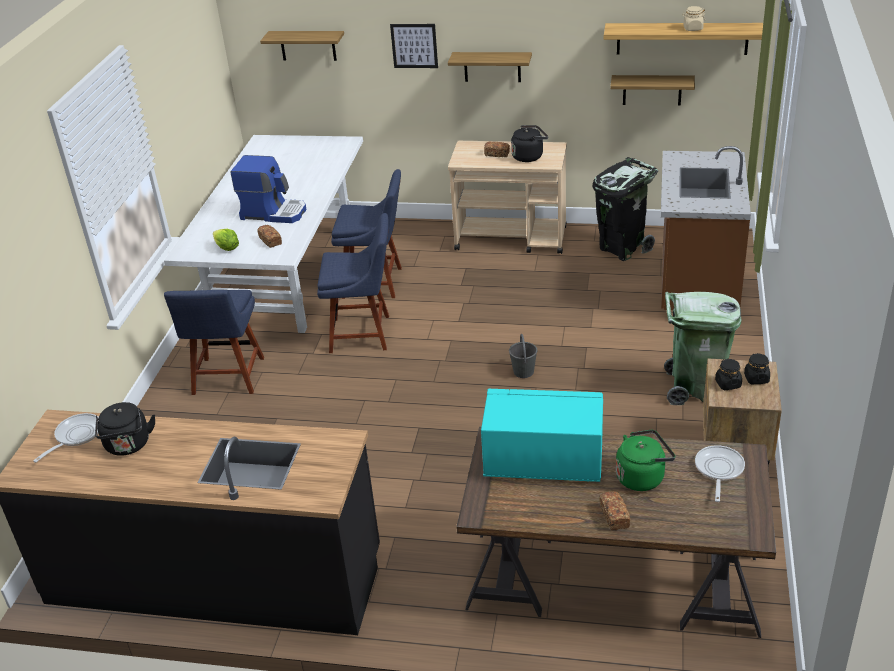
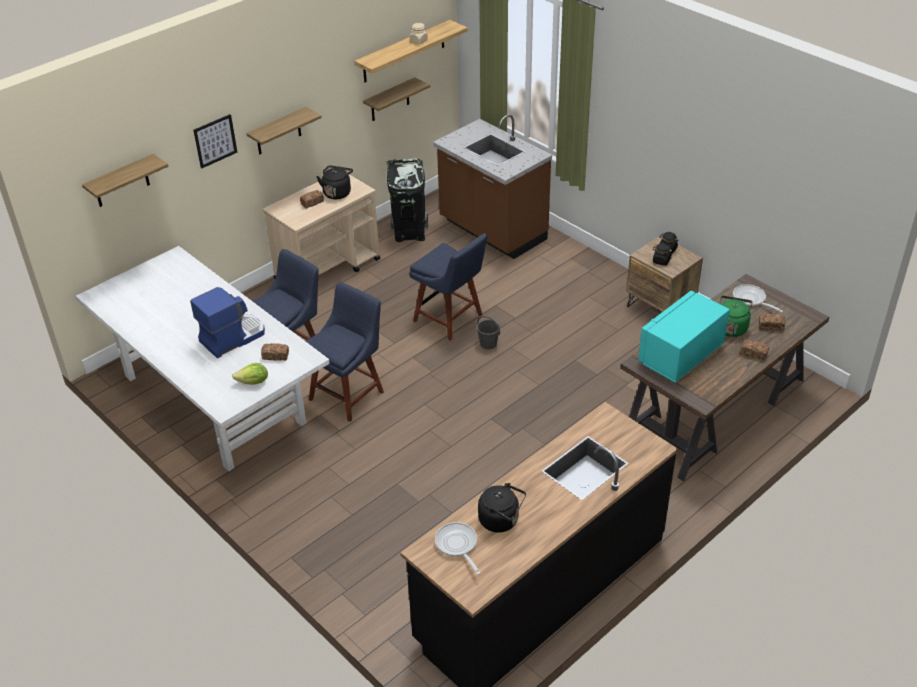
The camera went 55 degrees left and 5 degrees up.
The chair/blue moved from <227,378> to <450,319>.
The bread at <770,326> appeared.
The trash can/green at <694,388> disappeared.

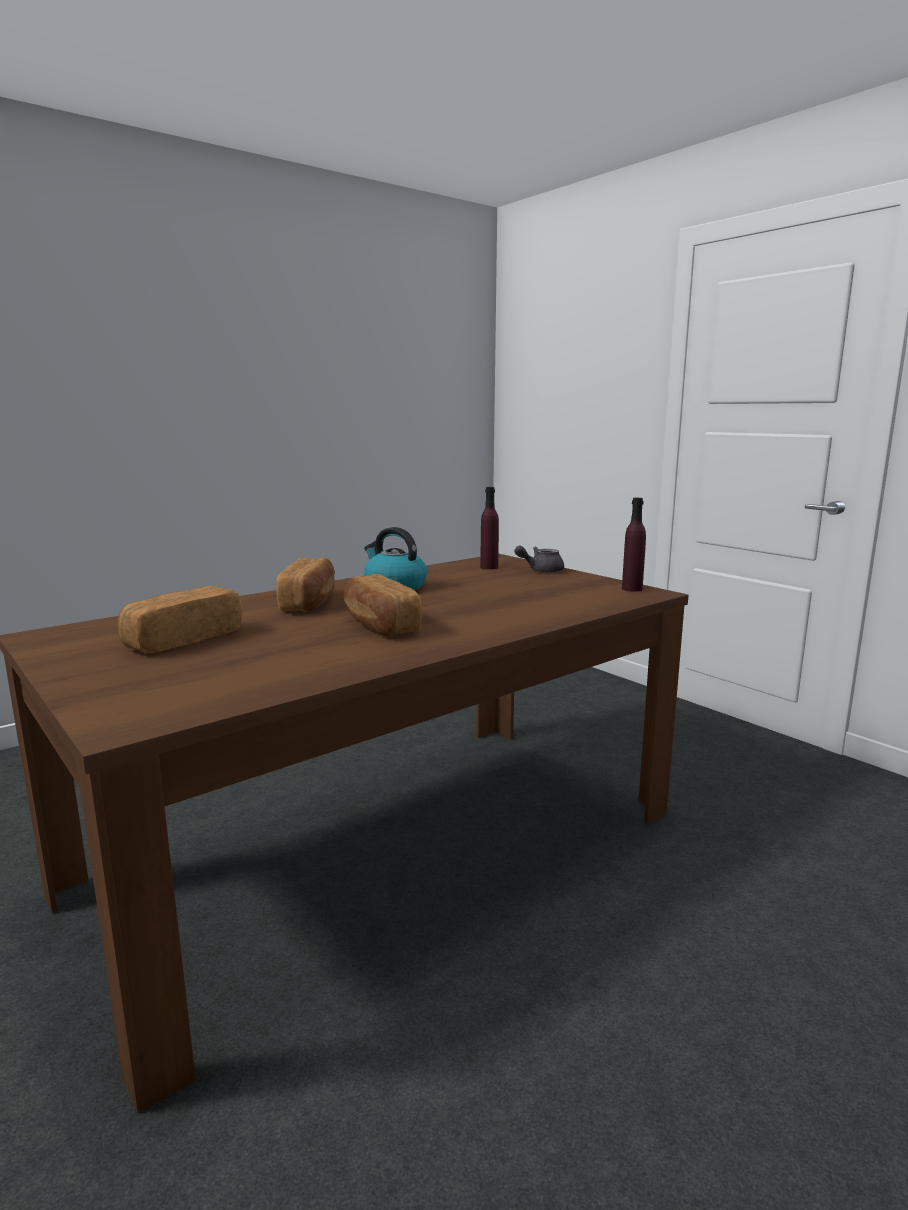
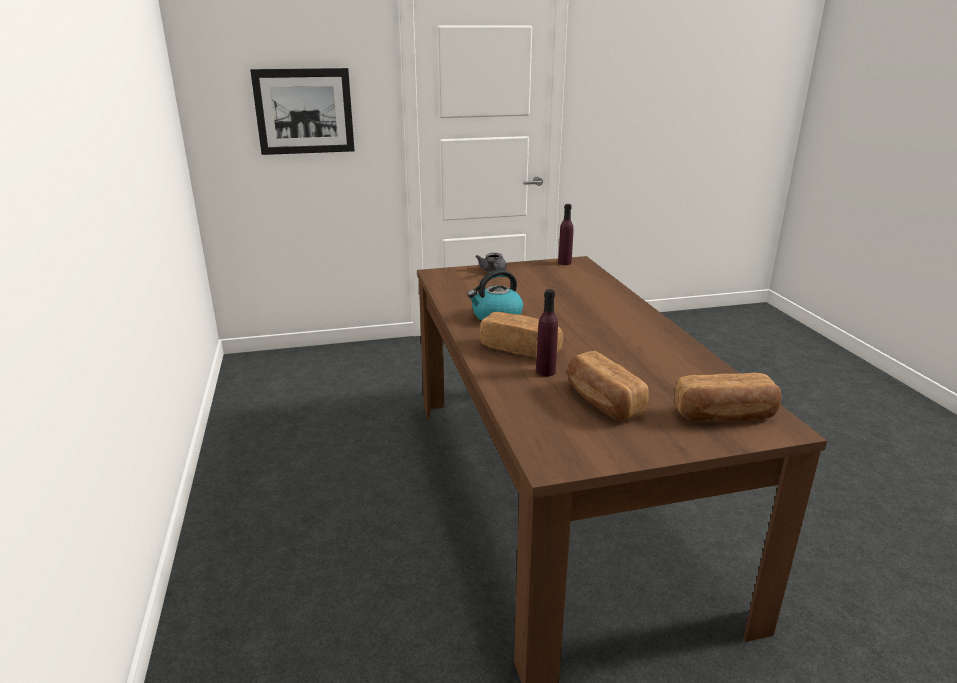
The camera went 65 degrees left and 10 degrees up.
The picture at <304,111> appeared.
The bottle/purple moved from <489,567> to <545,371>.
The bread moved from <379,625> to <725,415>.

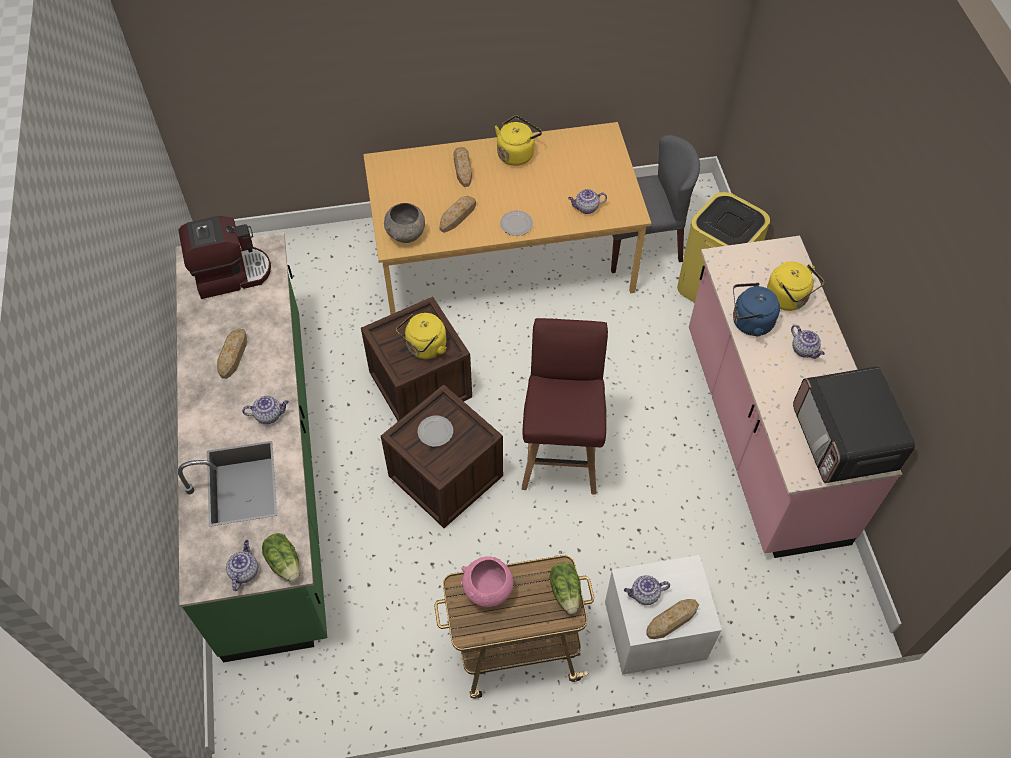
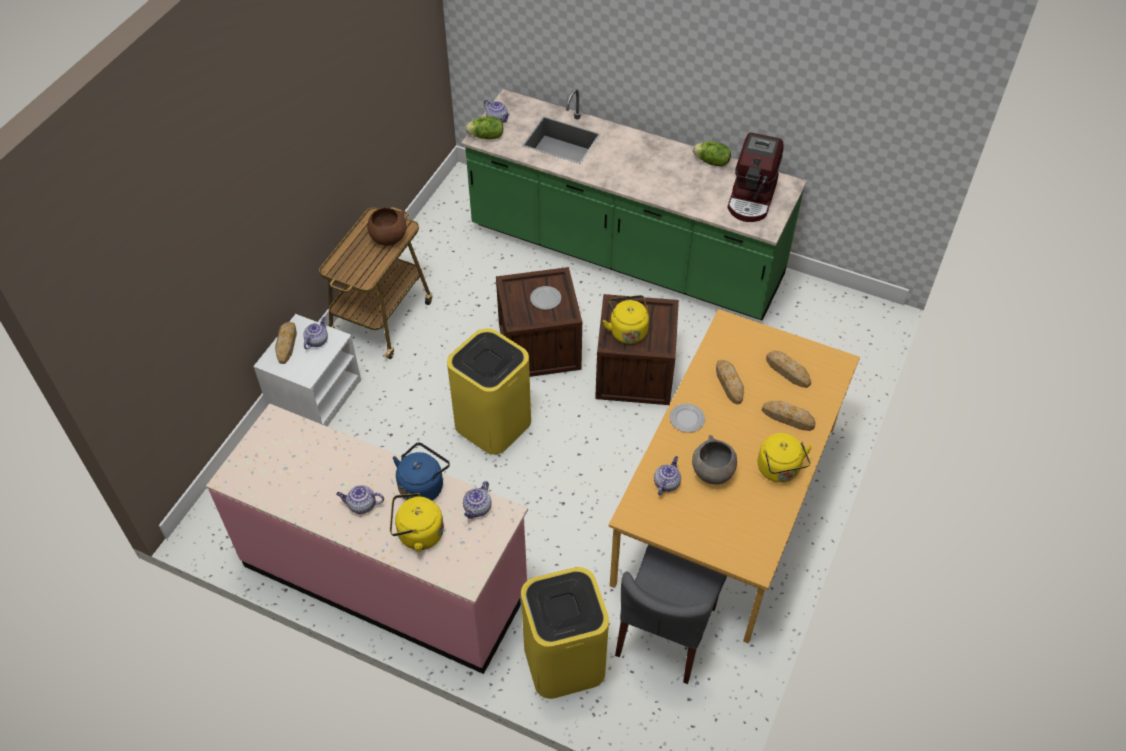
The camera went 125 degrees right and 5 degrees down.
The bowl/pink at <488,591> became the bowl/brown at <388,238>.
The stool/red at <560,456> was replaced by the trash can/yellow at <493,424>.
The teapot moved from <269,415> to <477,509>.
The bowl/grey moved from <406,235> to <712,473>.
The lettuce moved from <566,591> to <711,162>.
The bread moved from <233,355> to <787,371>.
The microwave at <843,440> disappeared.

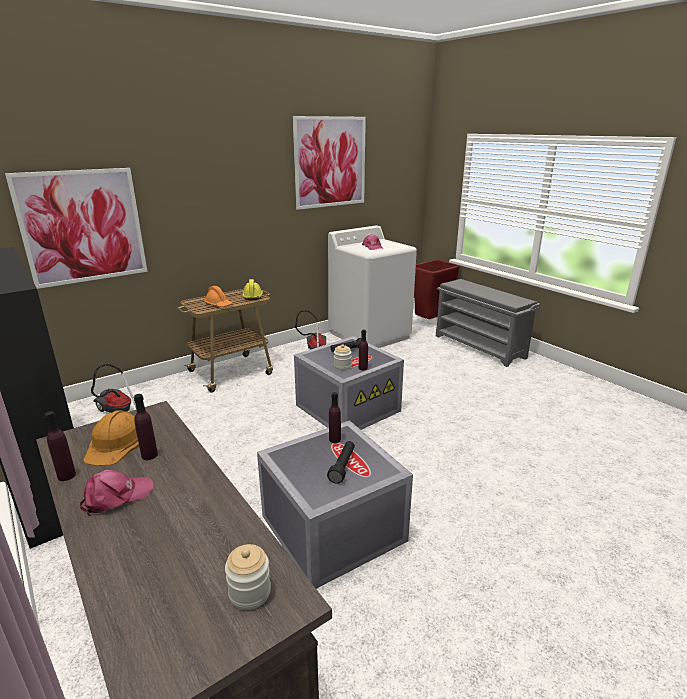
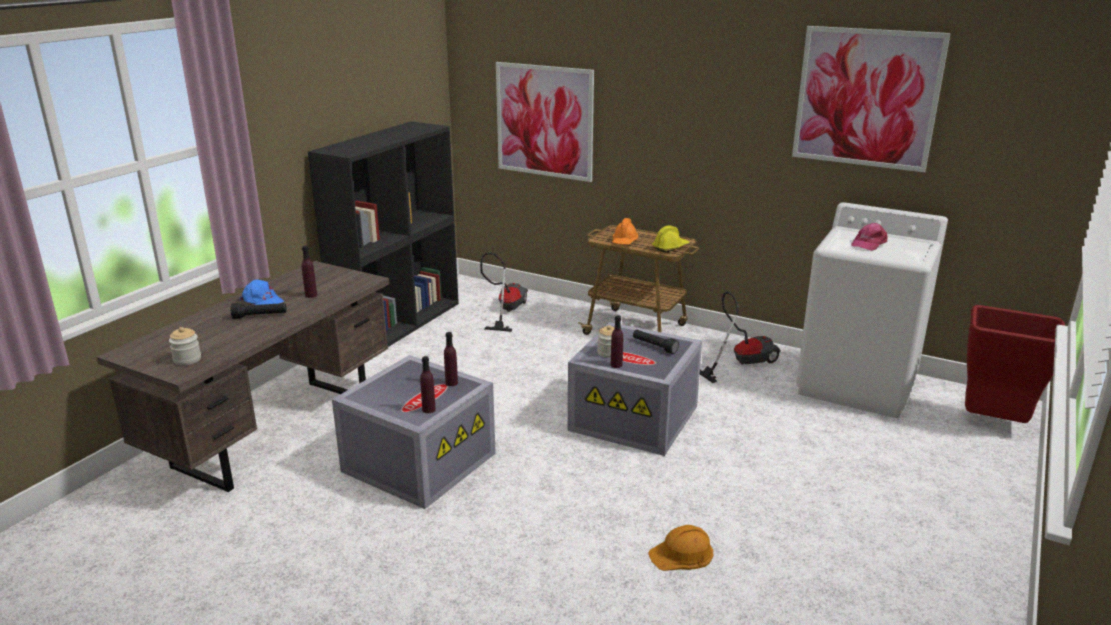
The camera went 65 degrees right and 0 degrees up.
The flashlight/black moved from <343,466> to <260,316>.
The cap/pink at <116,496> became the cap/blue at <262,301>.
The bottle/purple moved from <66,475> to <428,409>.
The hard hat/orange moved from <116,443> to <682,554>.
The shoe rack/grey at <480,347> disappeared.

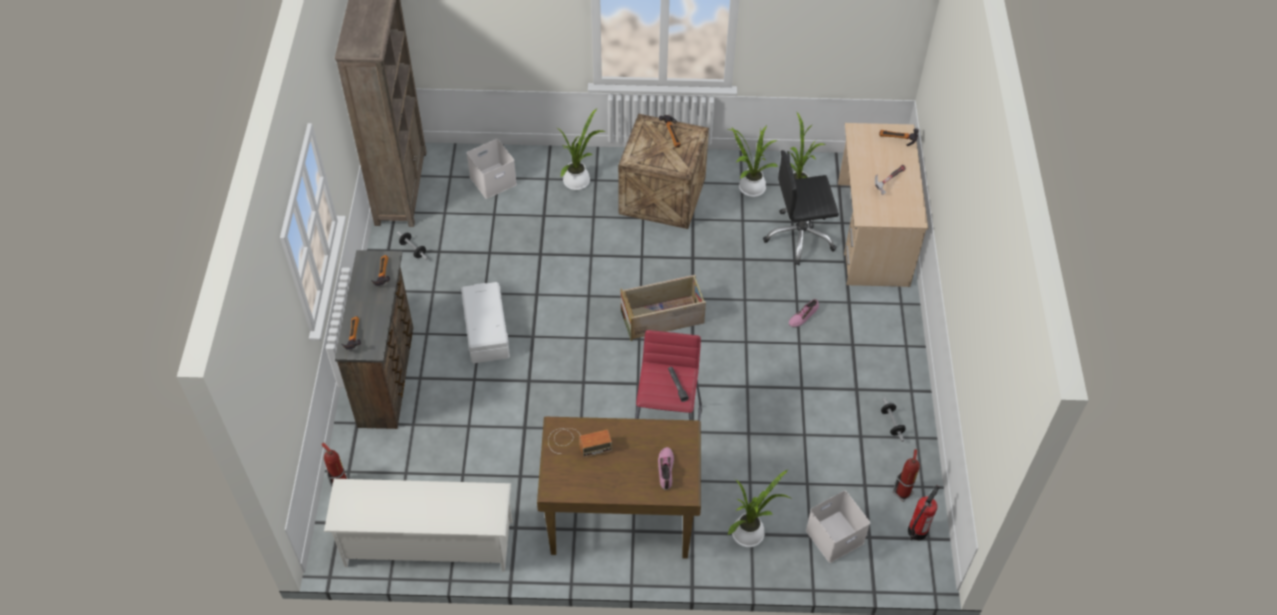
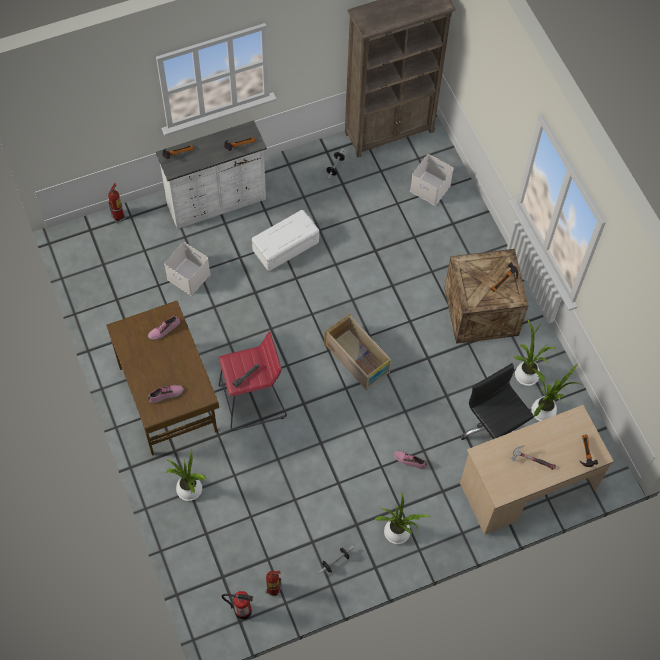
The camera went 65 degrees right and 10 degrees up.
The radio at <577,442> was replaced by the shoe at <164,329>.
The dresser/brown at <388,375> became the dresser/white at <217,203>.
The storage box/white moved from <834,538> to <187,276>.
The potted plant moved from <578,180> to <399,533>.
The shoe rack/white at <427,544> disappeared.

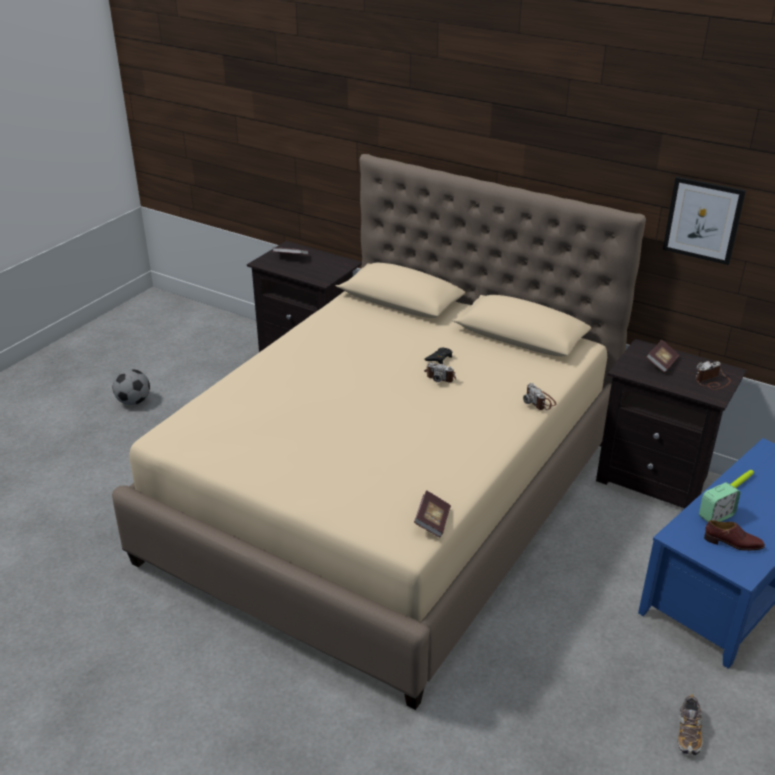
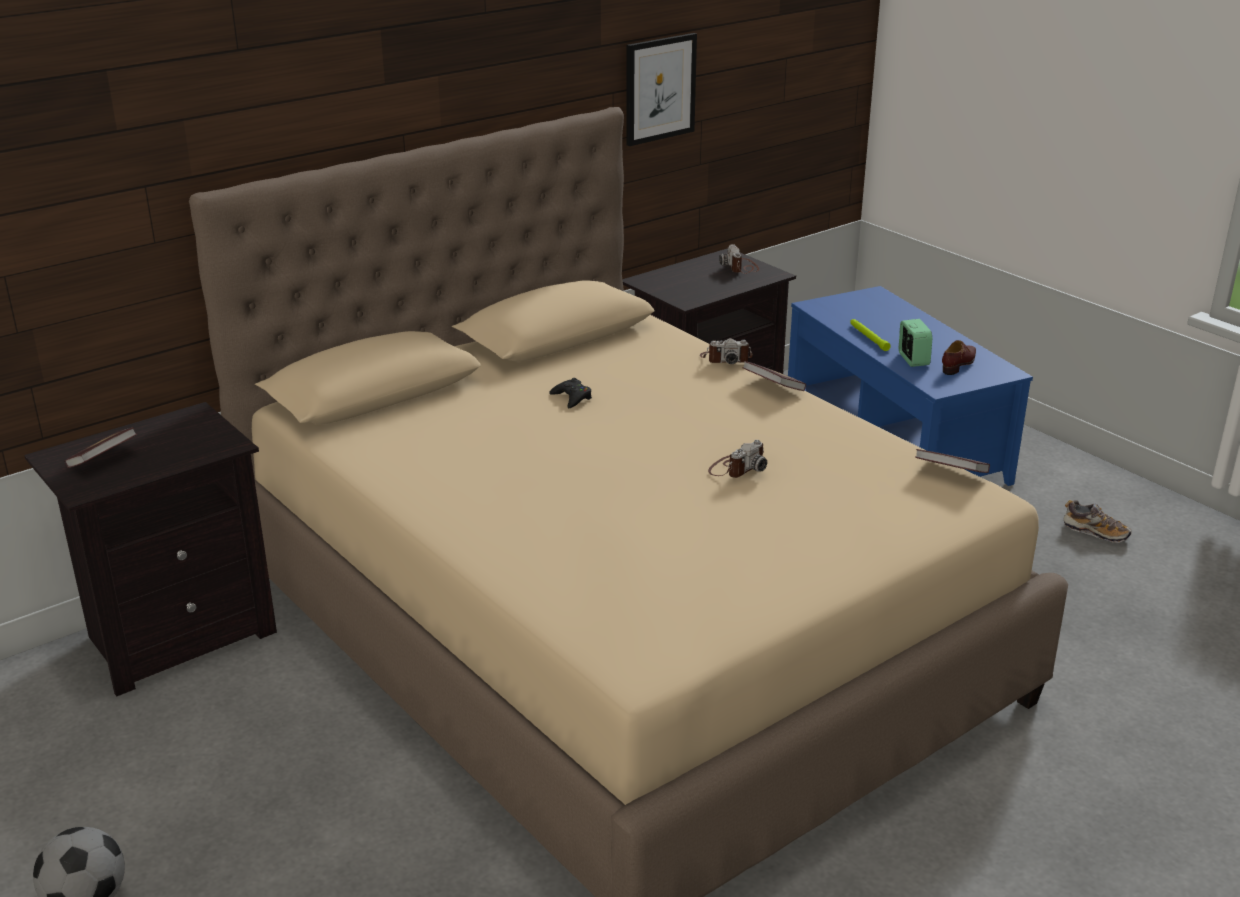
The camera went 70 degrees left and 5 degrees down.
The photo camera moved from <441,376> to <736,468>.
The book moved from <661,363> to <773,388>.

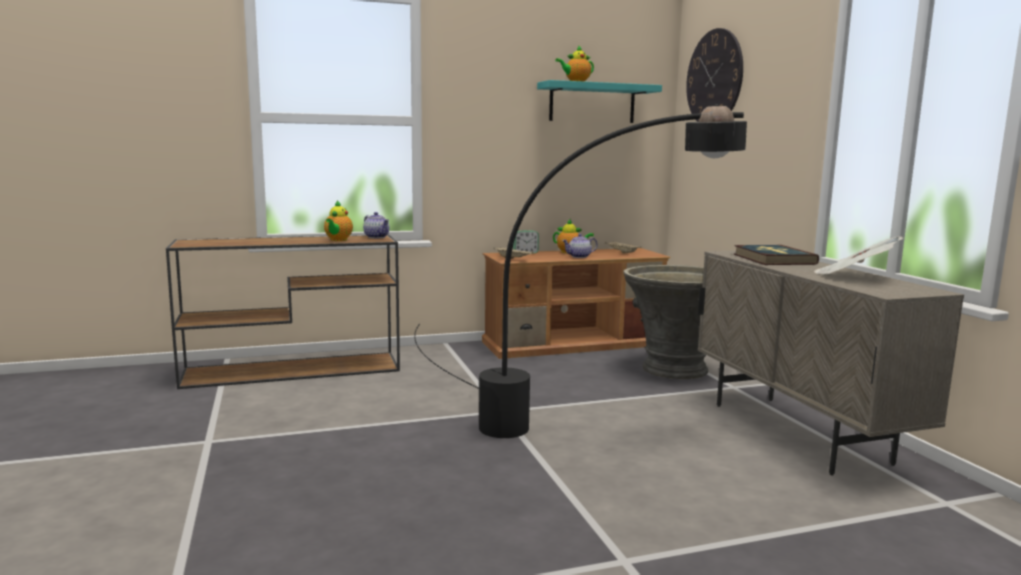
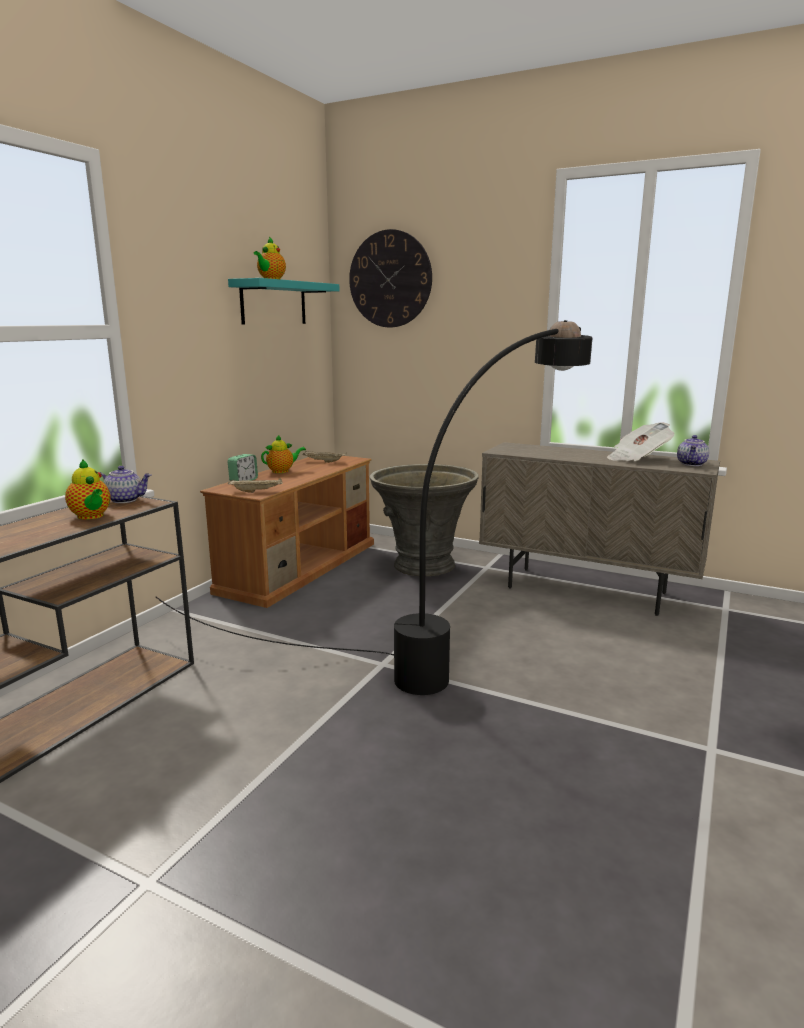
The camera went 45 degrees left and 5 degrees up.
The teapot moved from <579,257> to <692,464>.
The book at <773,259> disappeared.

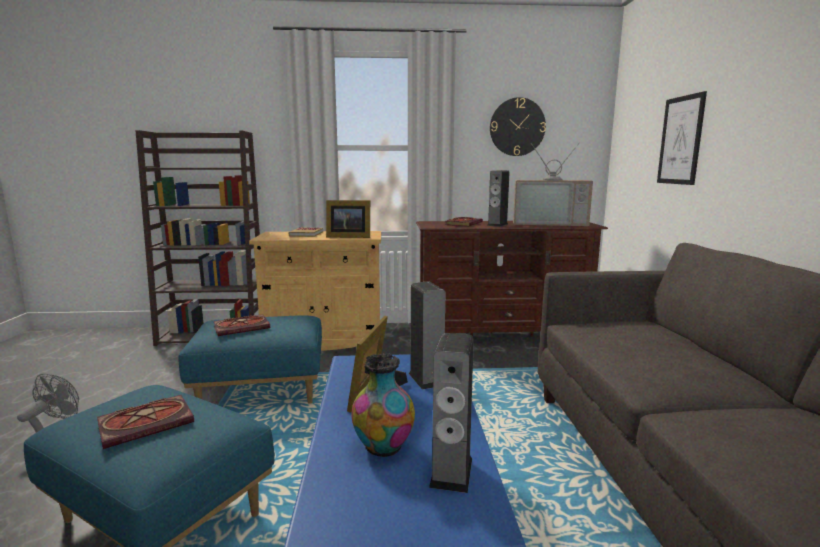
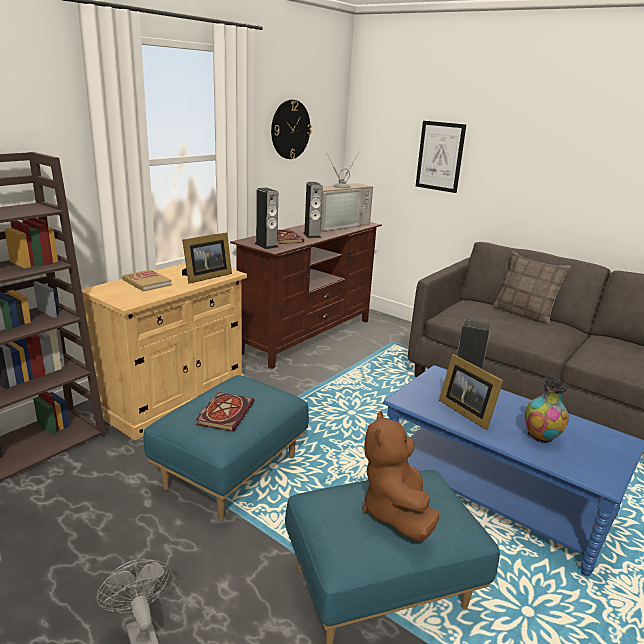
The camera went 50 degrees left and 10 degrees up.
The speaker moved from <451,472> to <266,245>.
The book at <148,422> was replaced by the plush toy/brown at <395,512>.
The pillow at <524,314> appeared.

